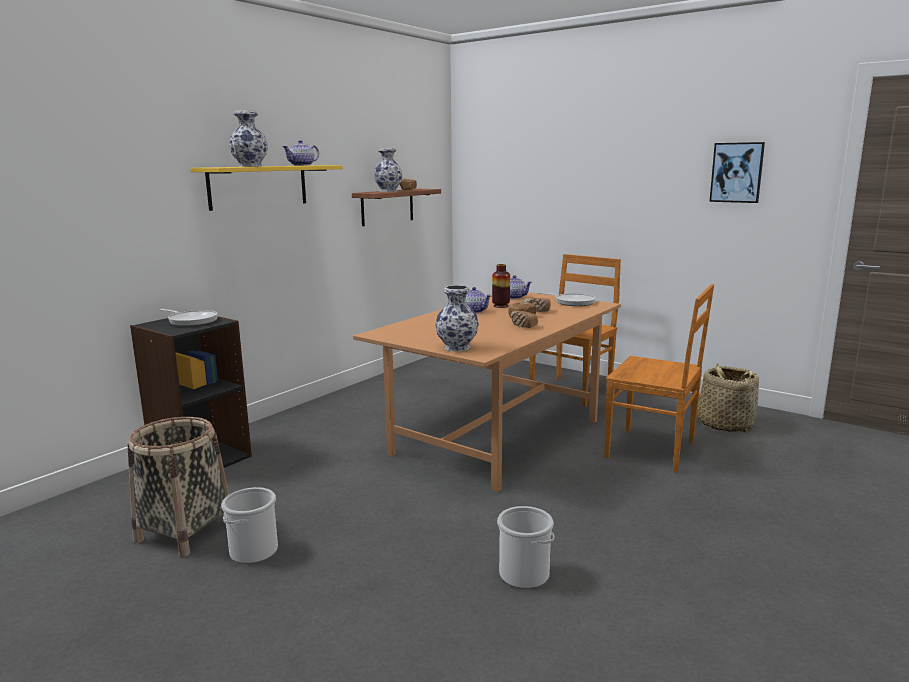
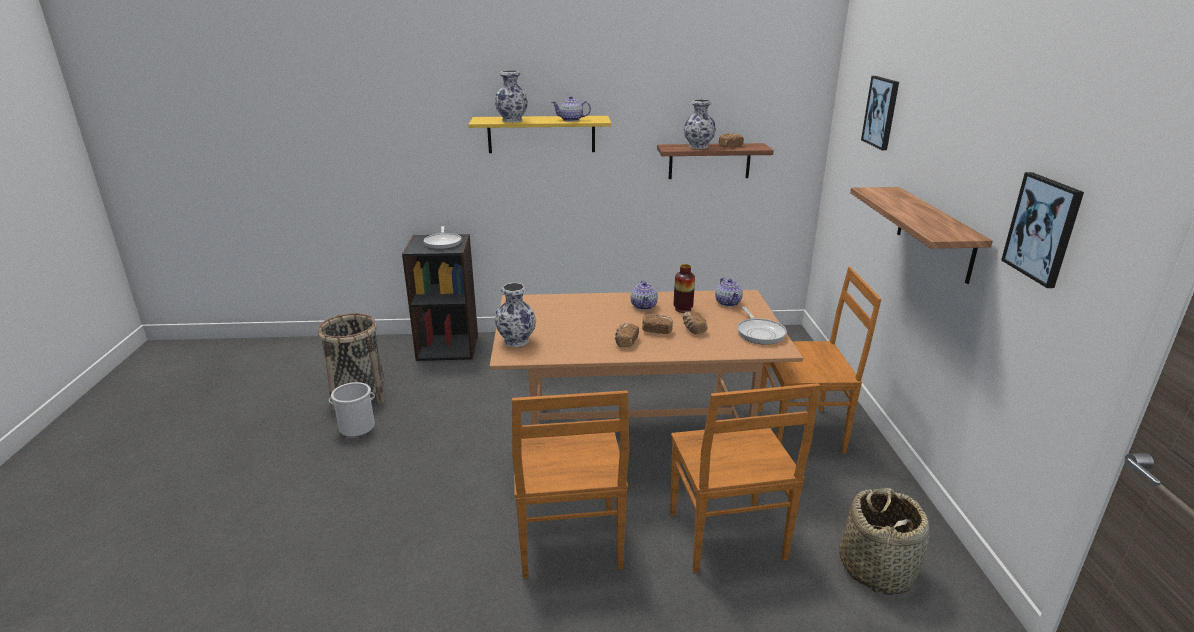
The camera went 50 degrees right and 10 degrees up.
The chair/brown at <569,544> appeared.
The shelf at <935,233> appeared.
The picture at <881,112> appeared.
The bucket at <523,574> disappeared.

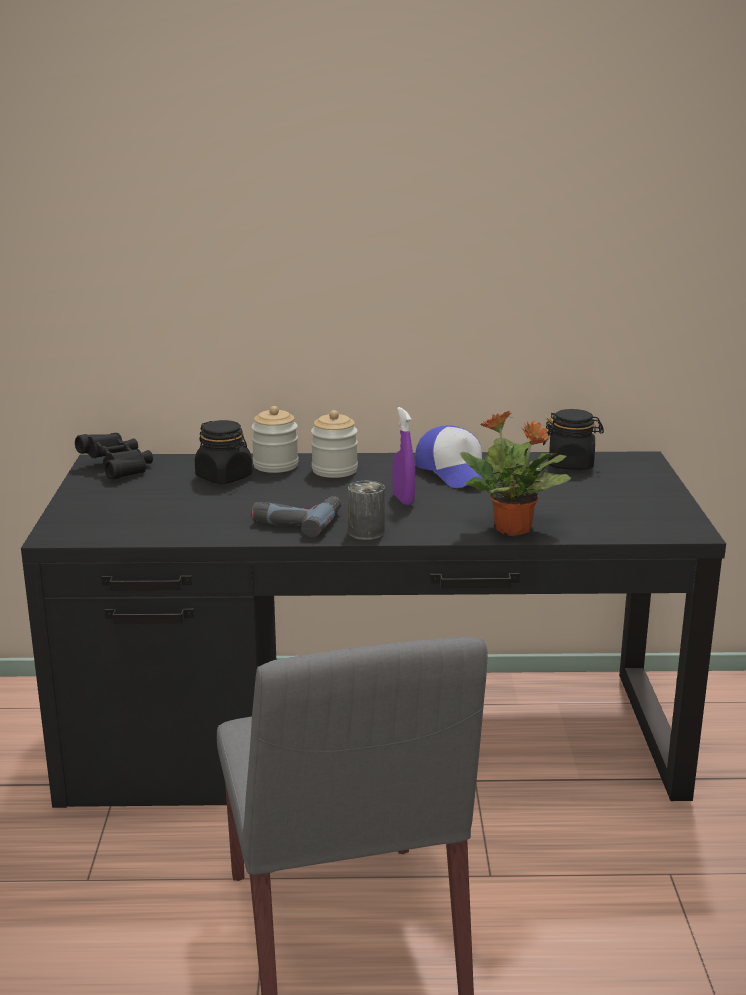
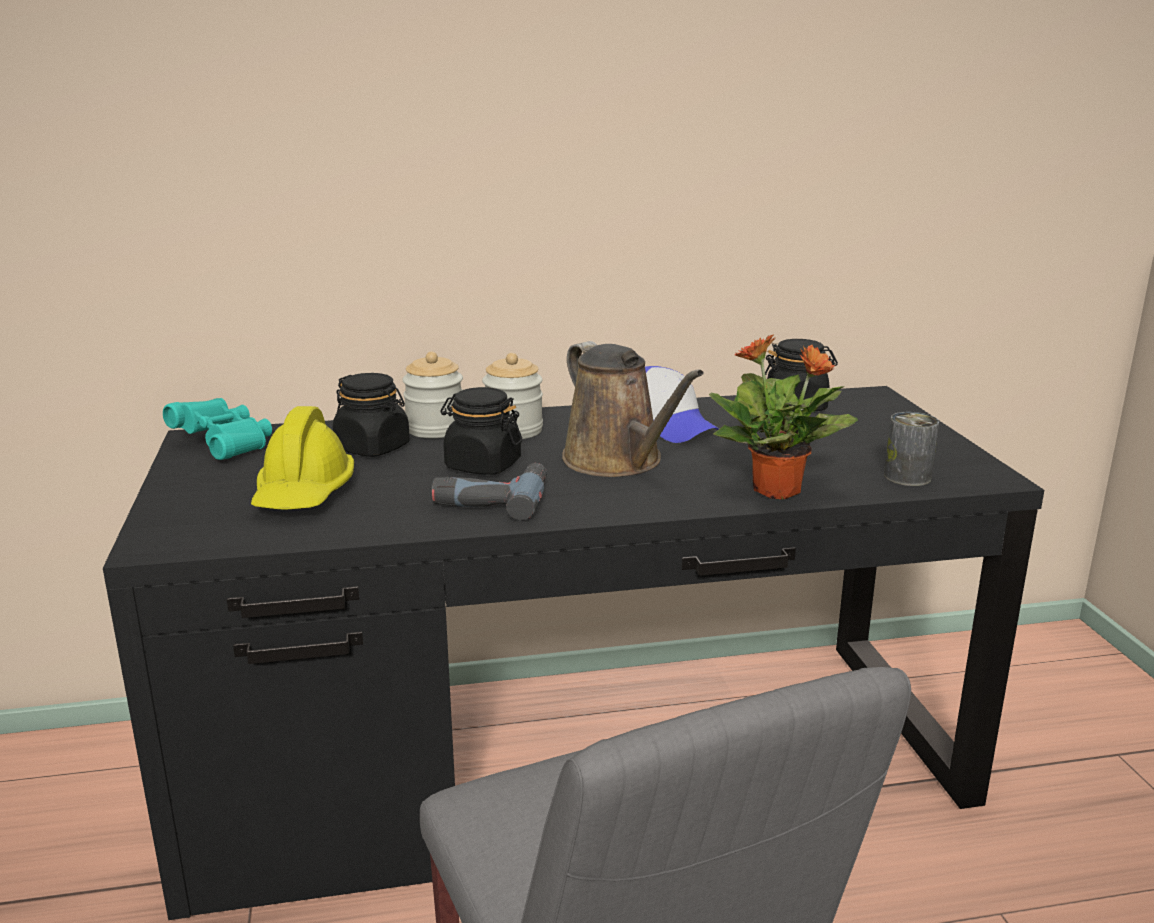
The camera went 10 degrees left and 0 degrees up.
The binoculars/black at <118,468> became the binoculars/turquoise at <225,445>.
The hard hat/yellow at <304,493> appeared.
The jar/black at <482,465> appeared.
The spray bottle/purple at <403,499> was replaced by the watering can/brown at <618,461>.
The can moved from <366,532> to <907,477>.

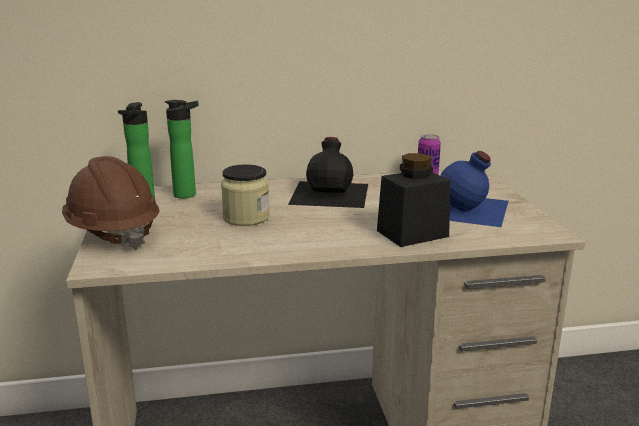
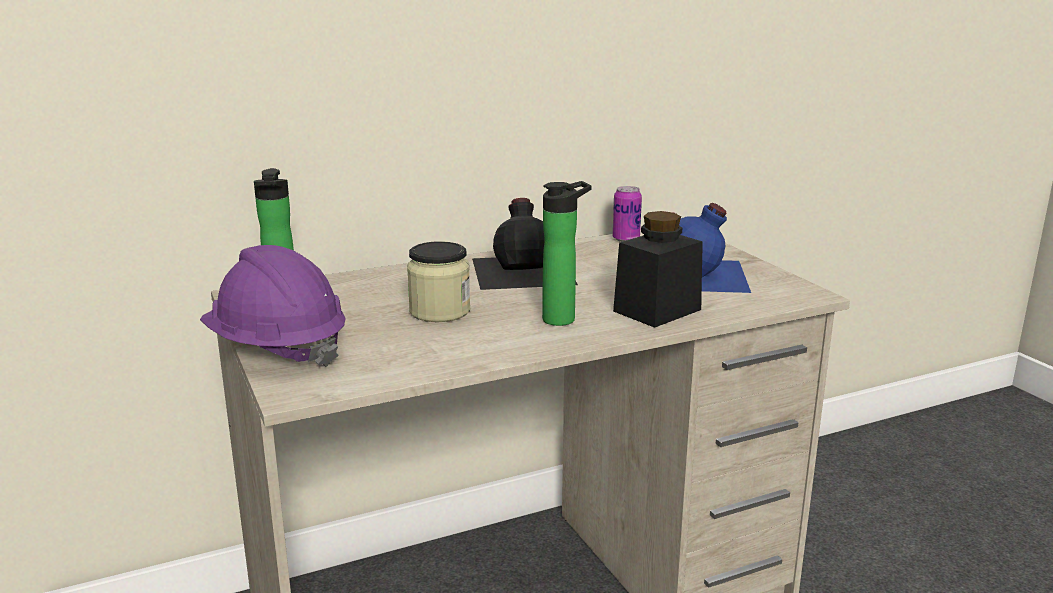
The camera went 15 degrees left and 0 degrees up.
The hard hat/brown at <113,233> became the hard hat/purple at <277,349>.
The bottle moved from <188,194> to <563,319>.

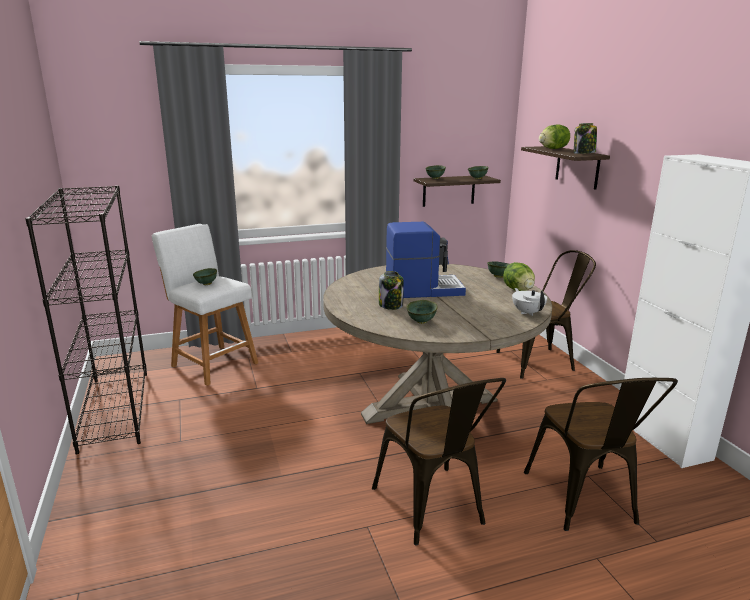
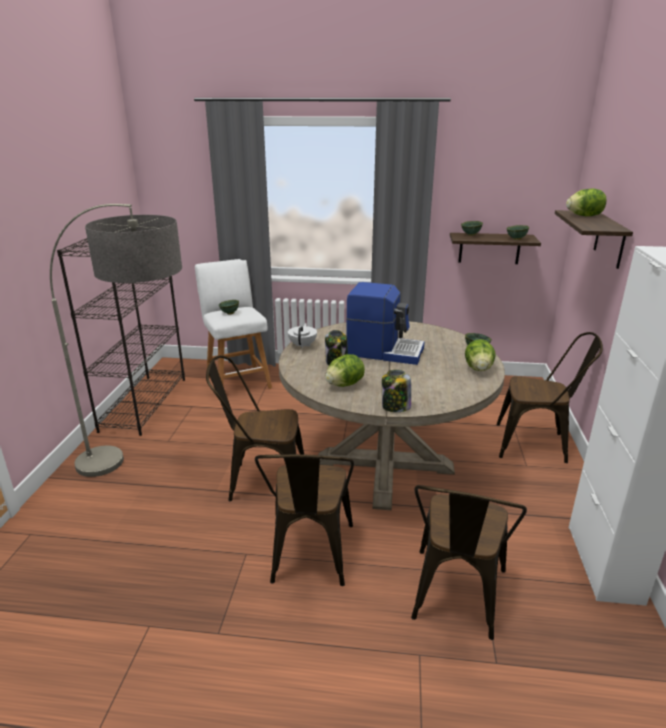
The camera went 25 degrees right and 5 degrees up.
The floor lamp at <147,473> appeared.
The chair/brown at <261,482> appeared.
The teapot/white moved from <527,312> to <303,345>.
The bowl/green at <422,322> was replaced by the lettuce at <344,384>.
The jar moved from <583,153> to <395,407>.

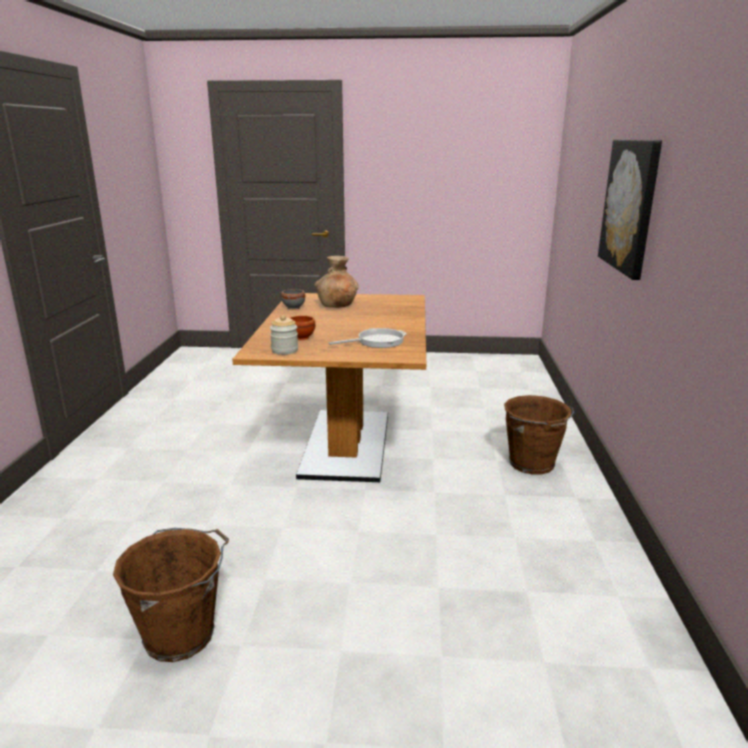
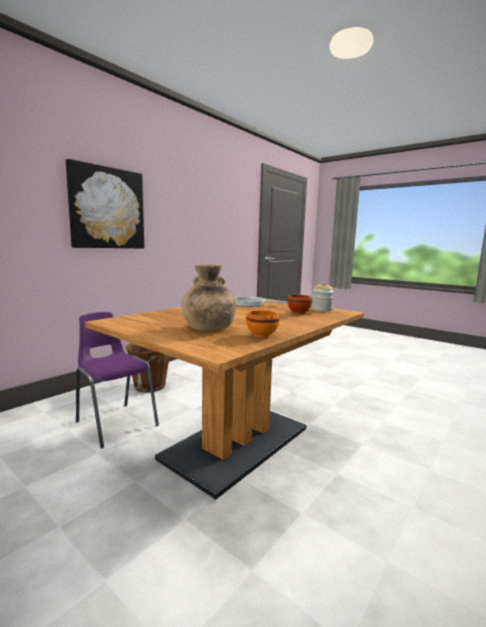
The camera went 145 degrees left and 10 degrees down.
The chair/purple at <115,423> appeared.
The bowl/grey at <294,307> became the bowl/orange at <261,335>.
The bucket/brown at <182,634> disappeared.

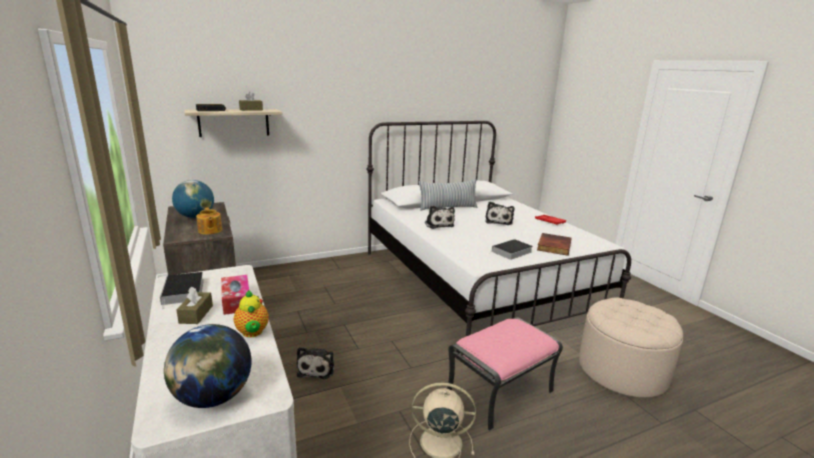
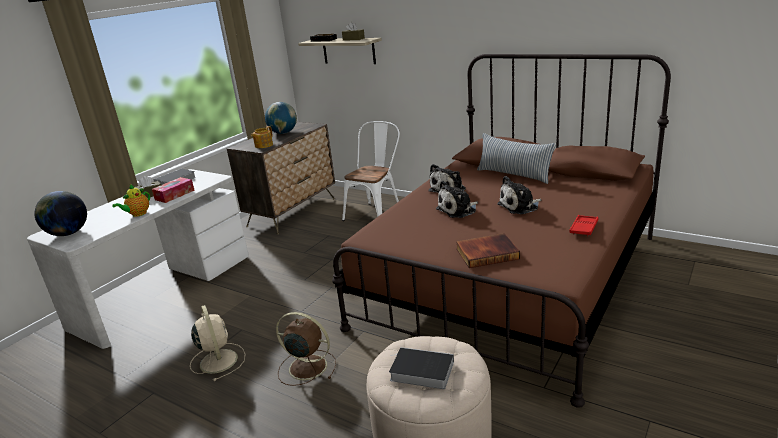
The camera went 60 degrees right and 5 degrees up.
The ottoman/pink at <500,393> was replaced by the fan/brown at <306,367>.
The bed/white at <477,281> became the bed/brown at <511,280>.
The chair/white at <376,212> appeared.
The book moved from <511,252> to <420,371>.
The plush toy moved from <317,368> to <458,210>.

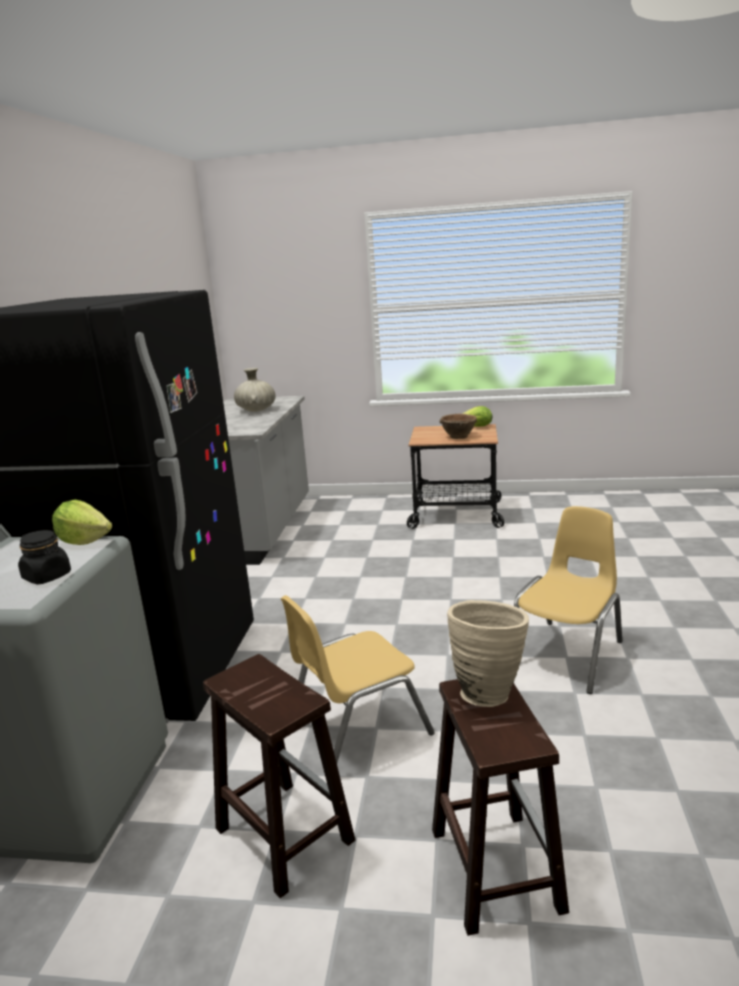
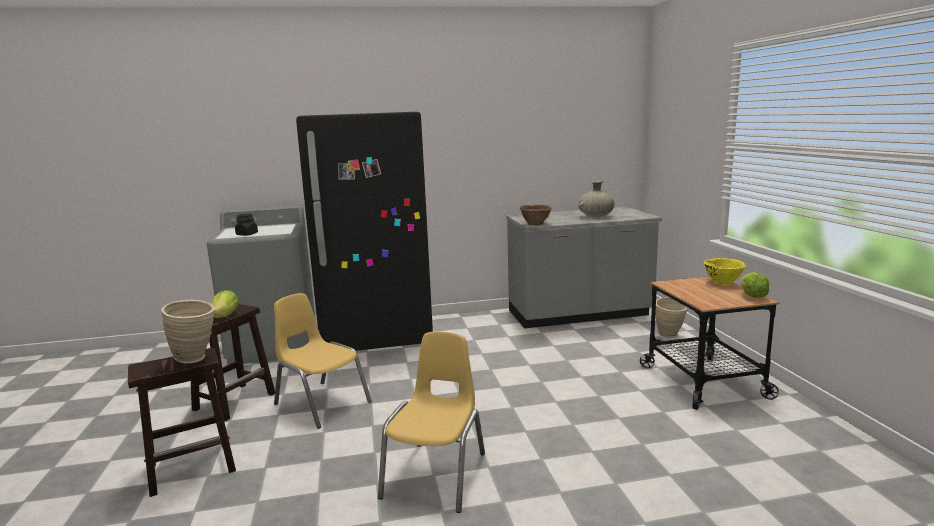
The camera went 70 degrees right and 5 degrees down.
The lettuce moved from <84,541> to <225,316>.
The chair/yellow at <567,655> turned 90 degrees counterclockwise.
The bowl/brown moved from <458,436> to <536,224>.
The vase/beige at <669,336> appeared.
The bowl/yellow at <723,283> appeared.

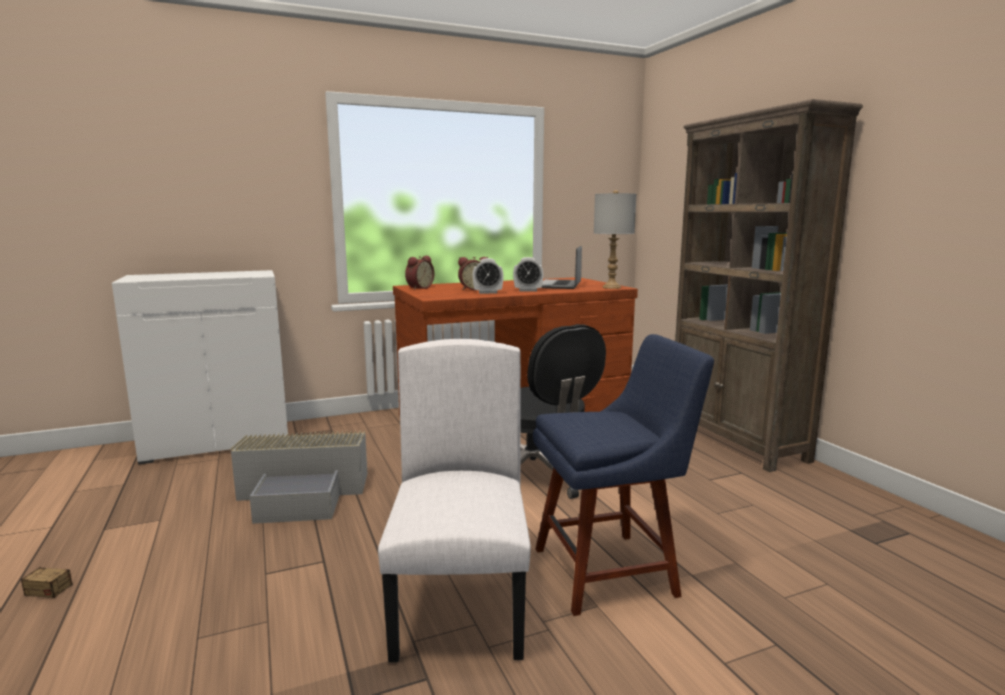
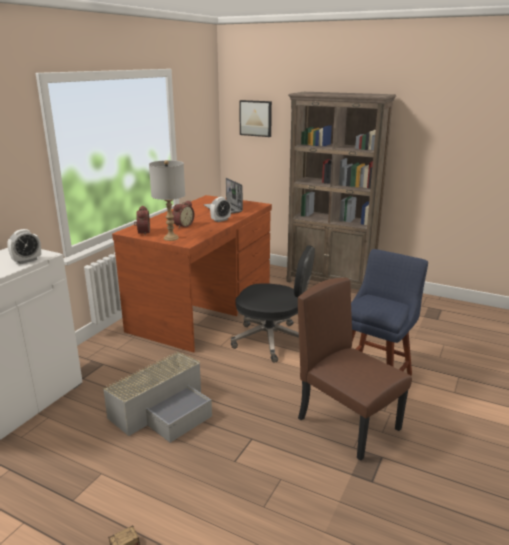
The camera went 40 degrees left and 10 degrees up.
The alarm clock moved from <488,293> to <27,260>.
The table lamp/grey moved from <612,287> to <171,238>.
The picture at <256,118> appeared.
The chair/white at <461,609> became the chair/brown at <349,423>.

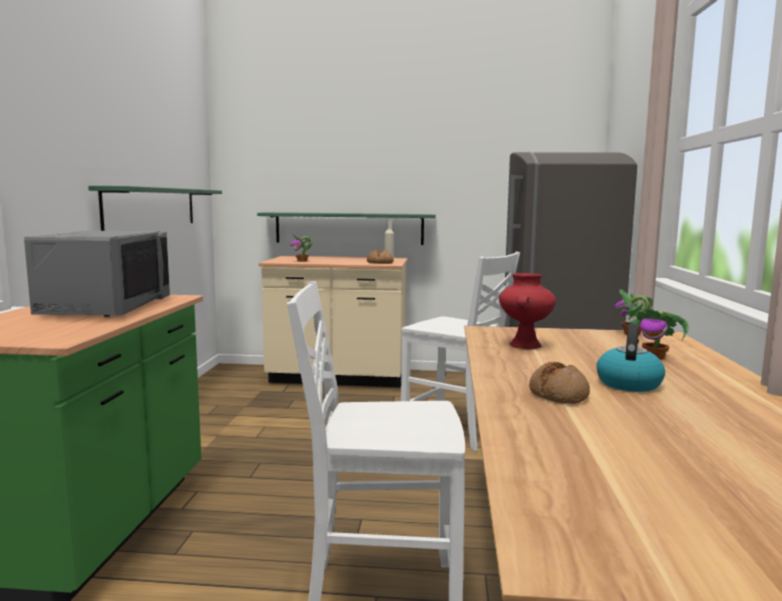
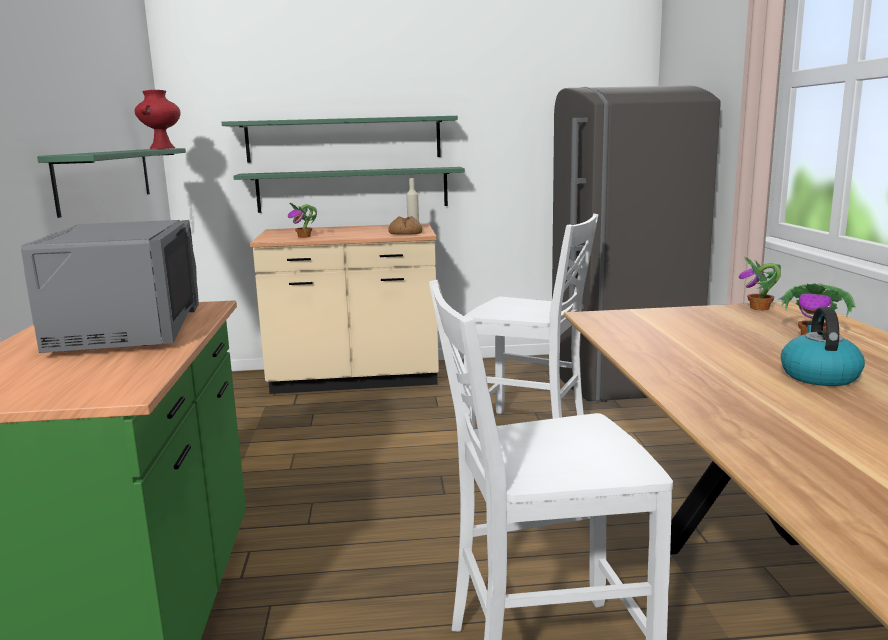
The camera went 10 degrees left and 5 degrees up.
The vase/red moved from <524,345> to <162,148>.
The shelf/green at <343,139> appeared.
The bread at <559,394> disappeared.

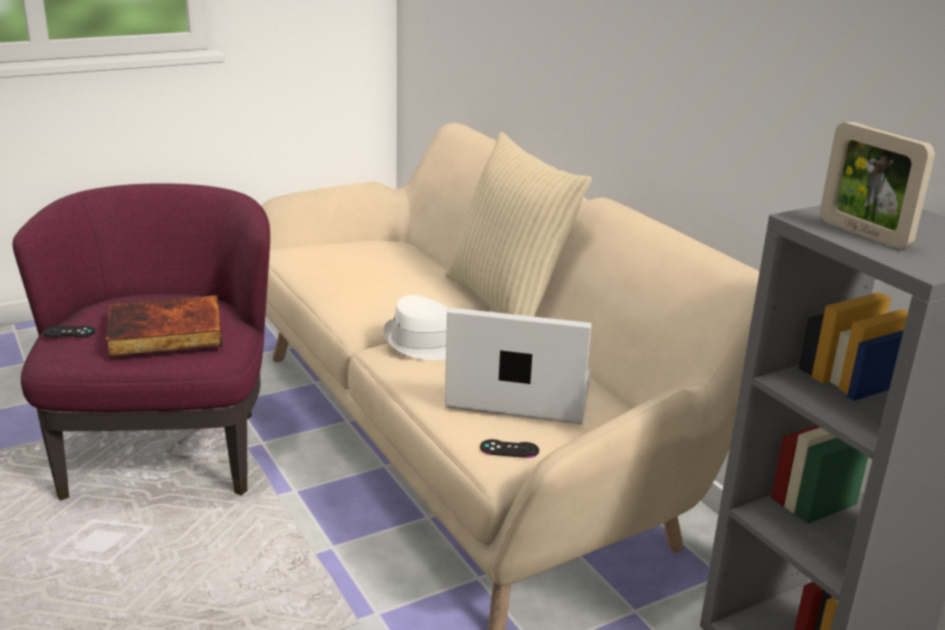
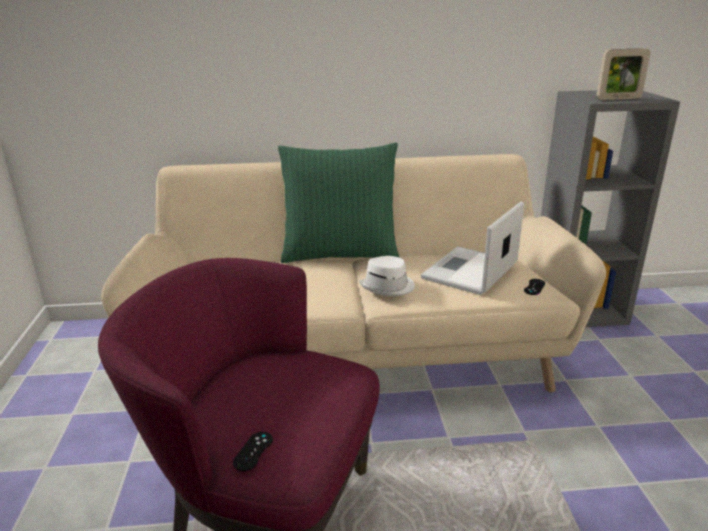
The camera went 65 degrees left and 0 degrees up.
The pillow/beige at <507,303> became the pillow/green at <340,254>.
The book at <165,333> disappeared.

